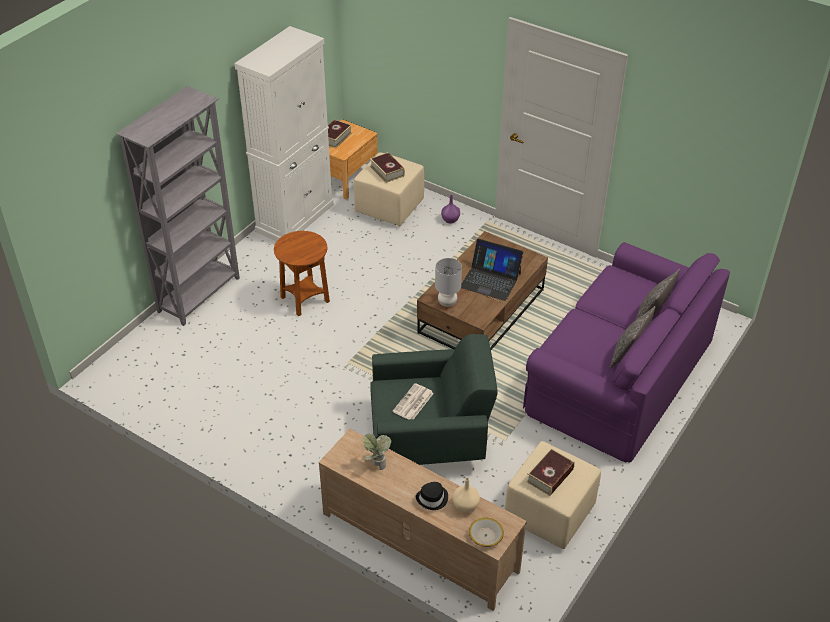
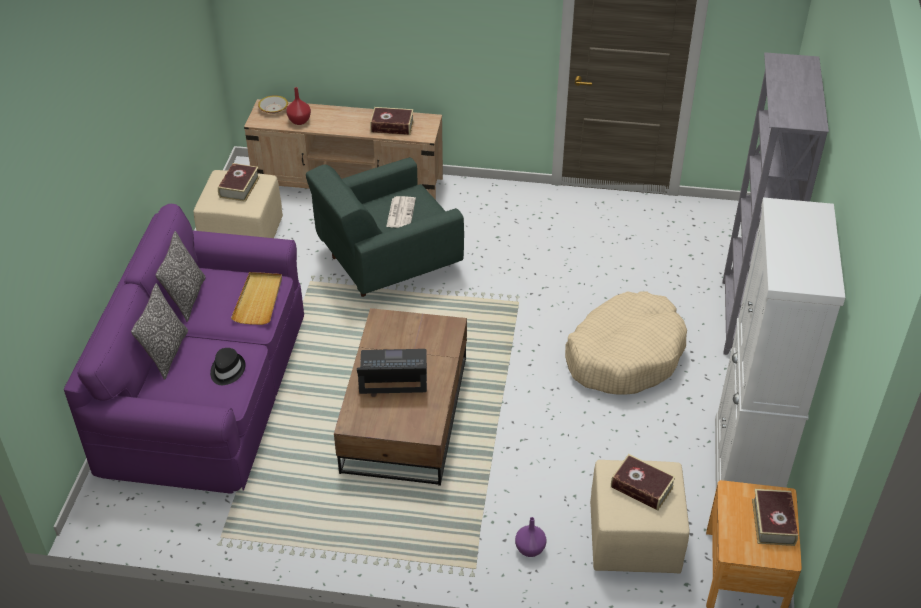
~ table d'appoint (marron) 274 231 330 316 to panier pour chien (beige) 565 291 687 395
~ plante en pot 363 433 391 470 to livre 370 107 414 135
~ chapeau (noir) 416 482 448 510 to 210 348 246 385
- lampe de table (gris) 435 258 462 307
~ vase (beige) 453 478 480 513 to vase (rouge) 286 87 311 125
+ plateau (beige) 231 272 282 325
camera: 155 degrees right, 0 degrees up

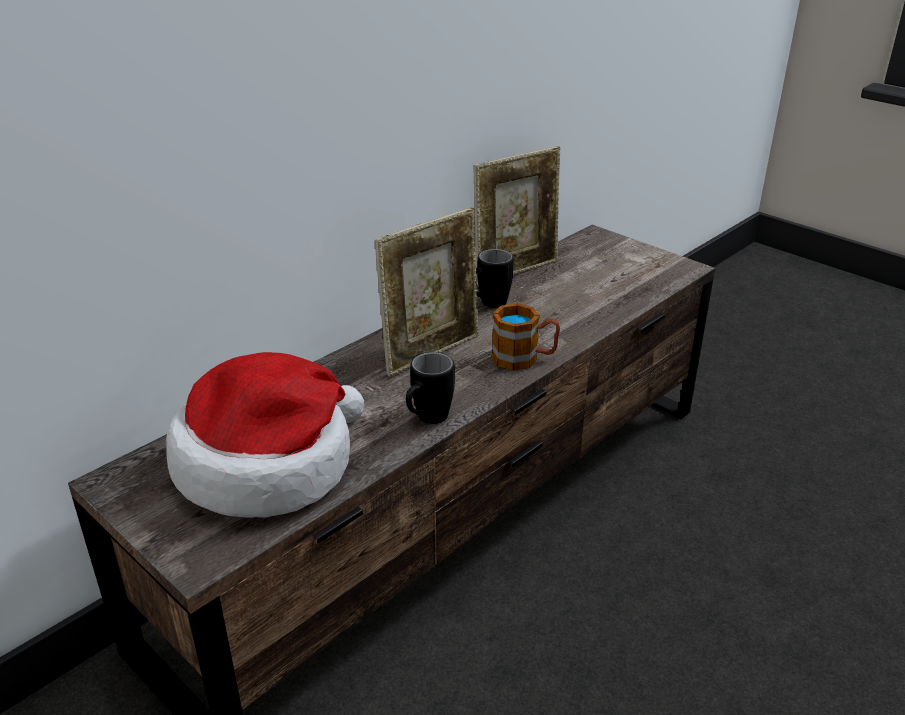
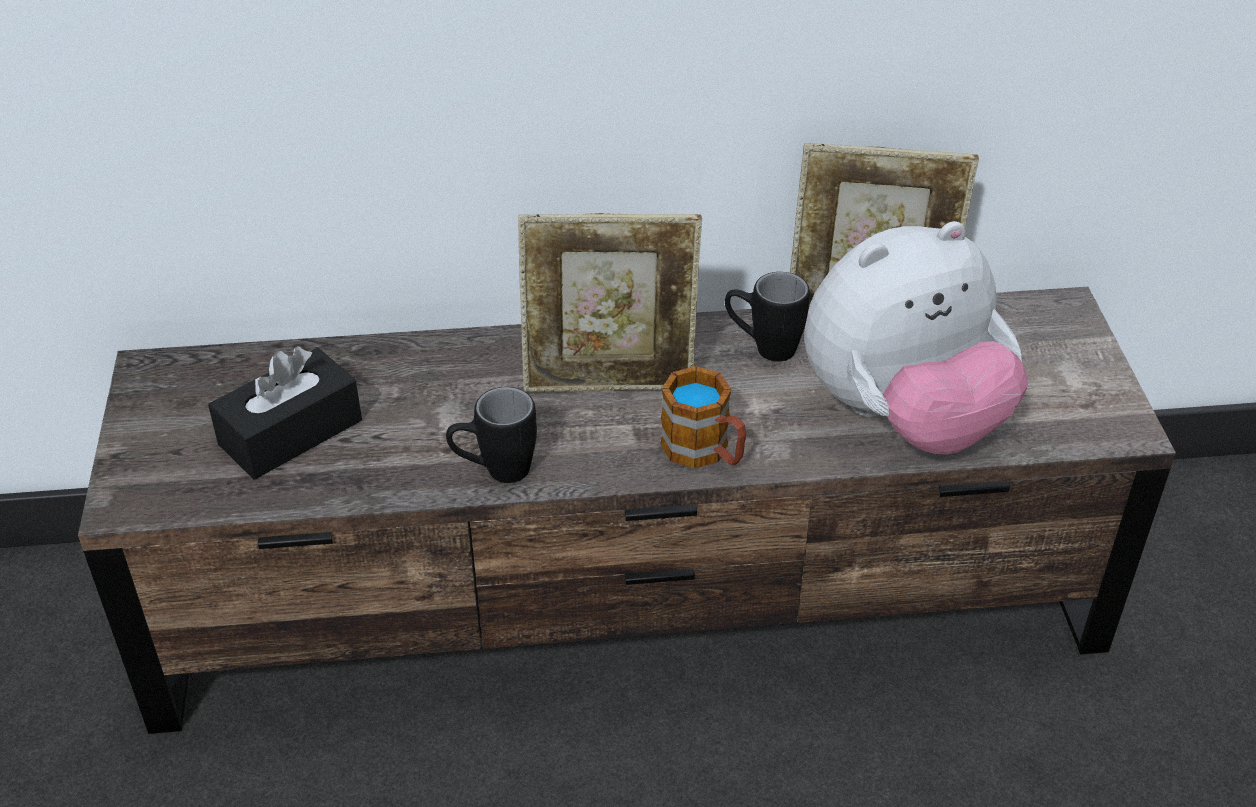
~ chapeau 166 352 364 518 to boîte à mouchoirs (noir) 208 347 362 480
+ peluche 804 221 1028 454
camera: 40 degrees right, 10 degrees up

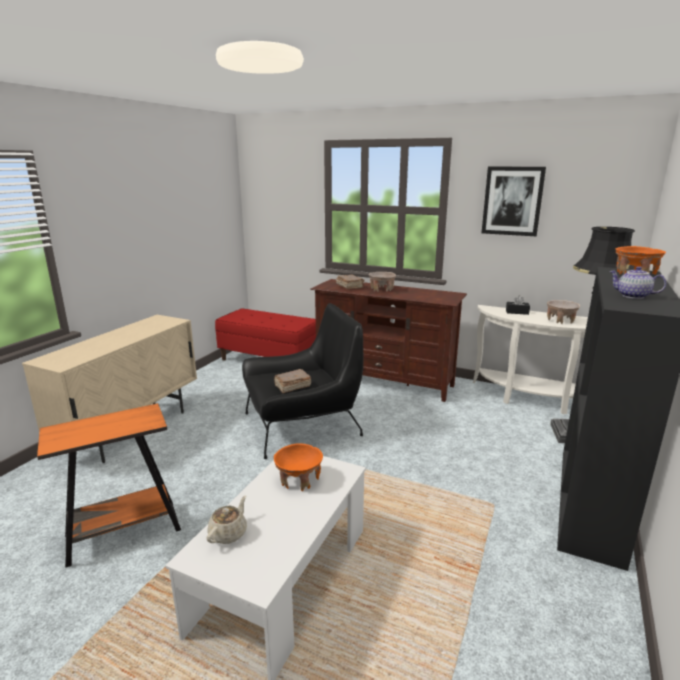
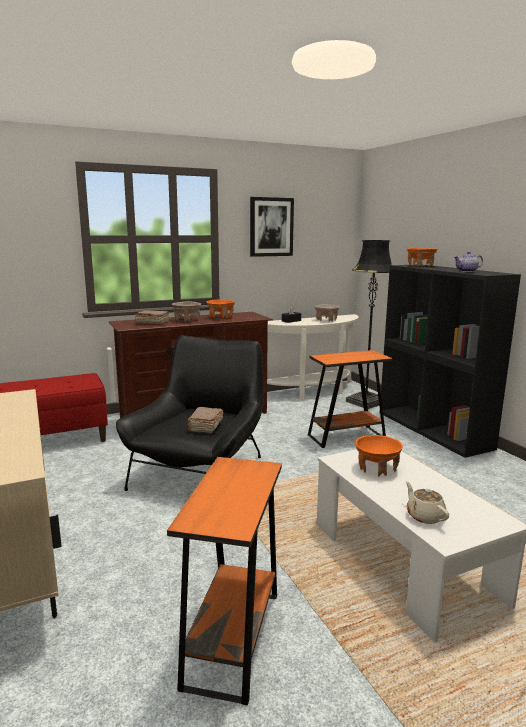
+ bol (orange) 207 300 234 319
+ table d'appoint (orange) 308 350 393 448
camera: 50 degrees left, 5 degrees down

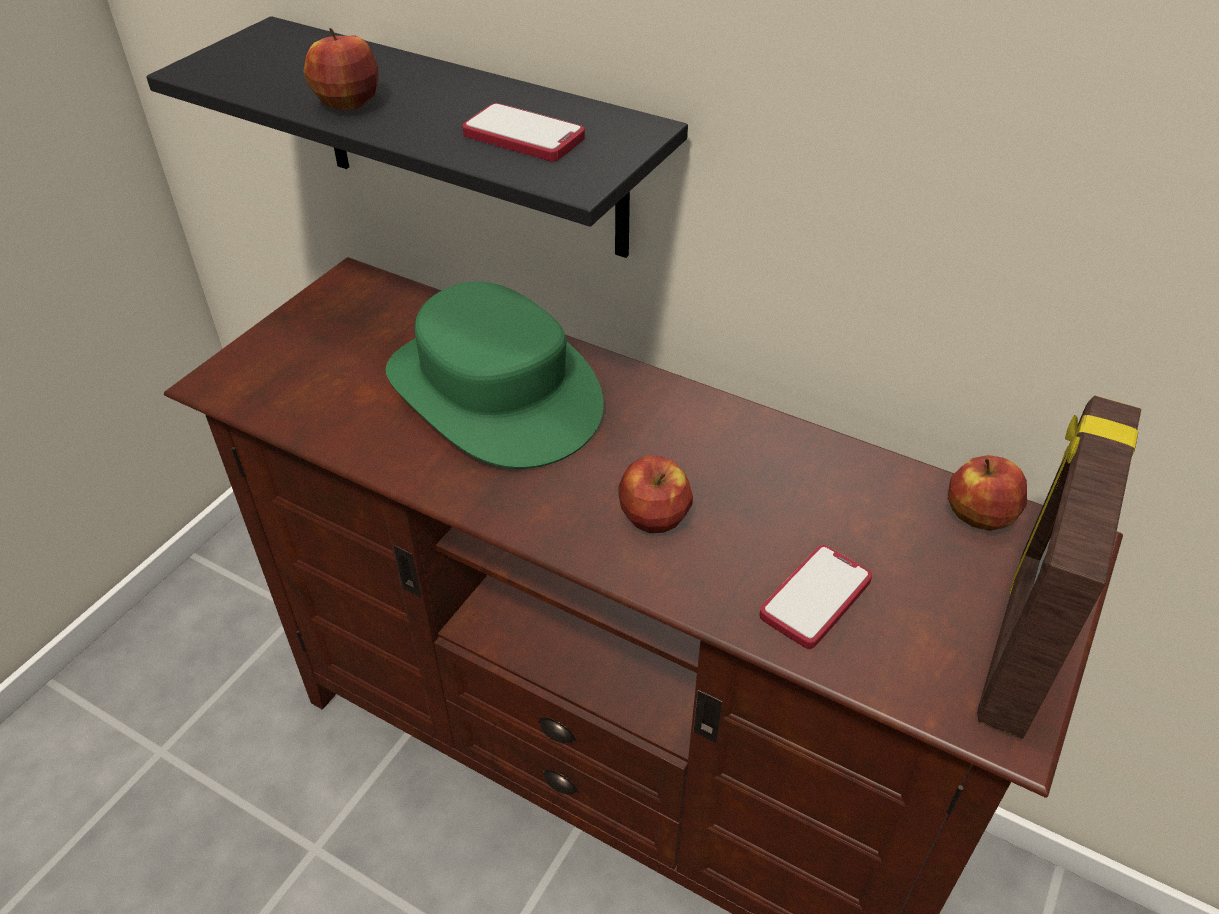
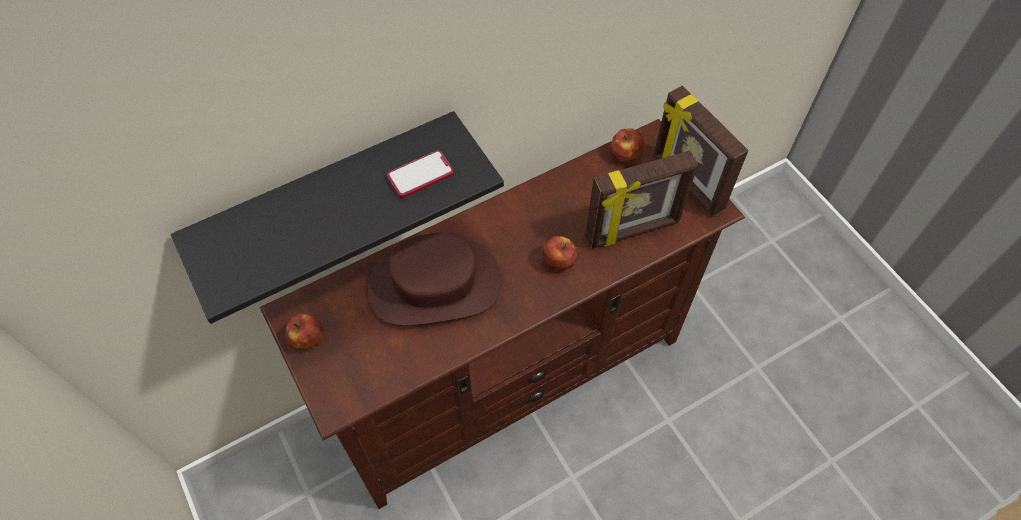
~ pomme 303 28 379 110 to 285 314 324 351
~ chapeau (vert) 386 282 603 469 to chapeau (marron) 368 233 502 326
~ téléphone 759 545 872 649 to cadre photo 585 150 698 249
camera: 60 degrees left, 15 degrees up

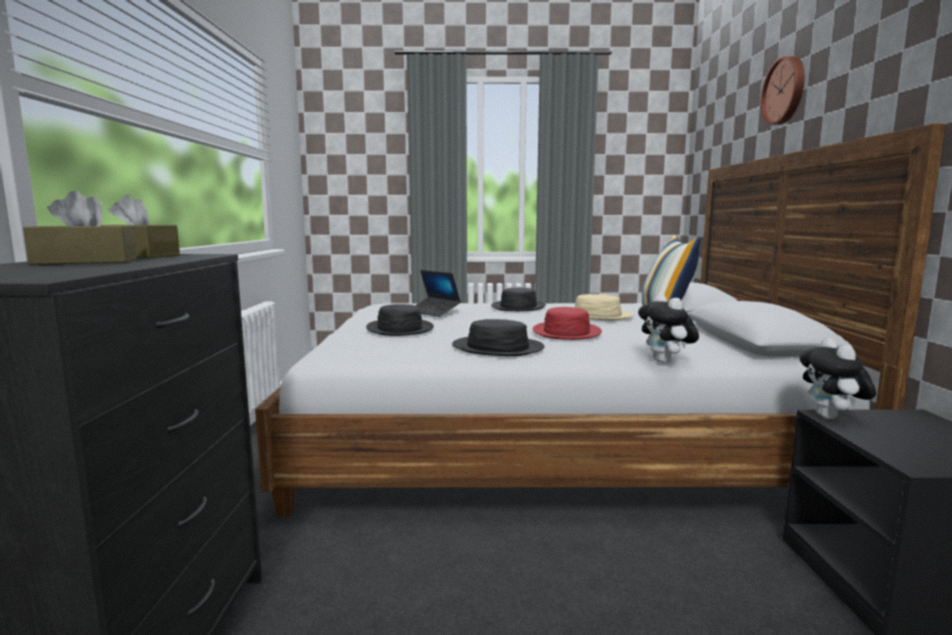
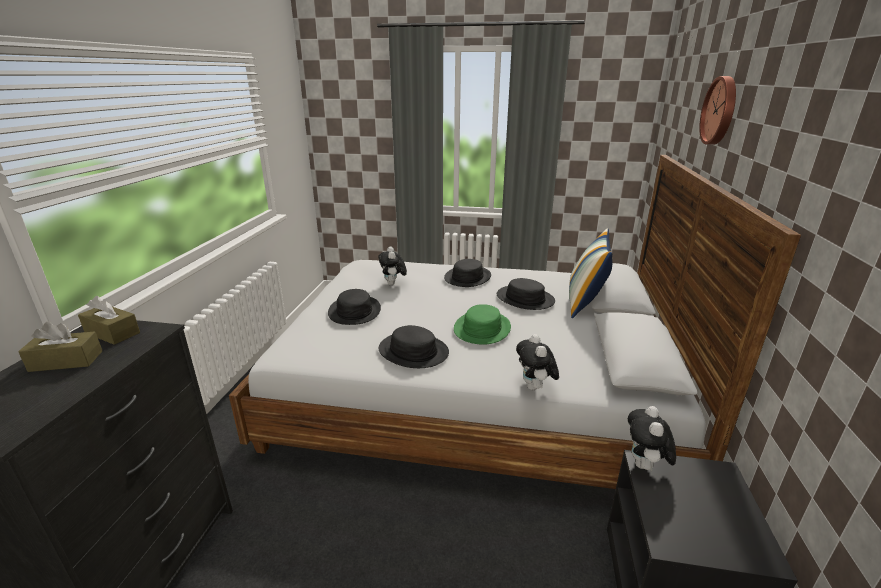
~ ordinateur portable 415 270 461 317 to peluche 378 246 407 285
~ chapeau (rouge) 533 307 602 340 to chapeau (vert) 454 304 511 345
~ chapeau (beige) 575 294 634 320 to chapeau (noir) 497 278 555 310
camera: 10 degrees right, 15 degrees up

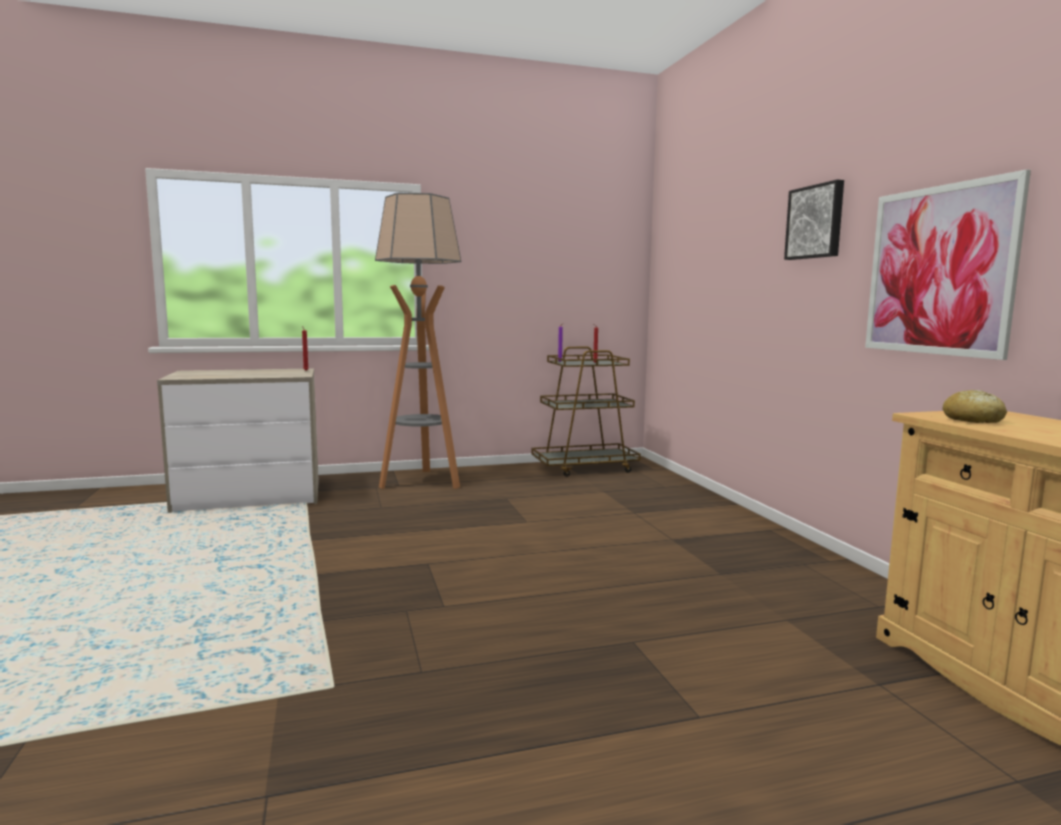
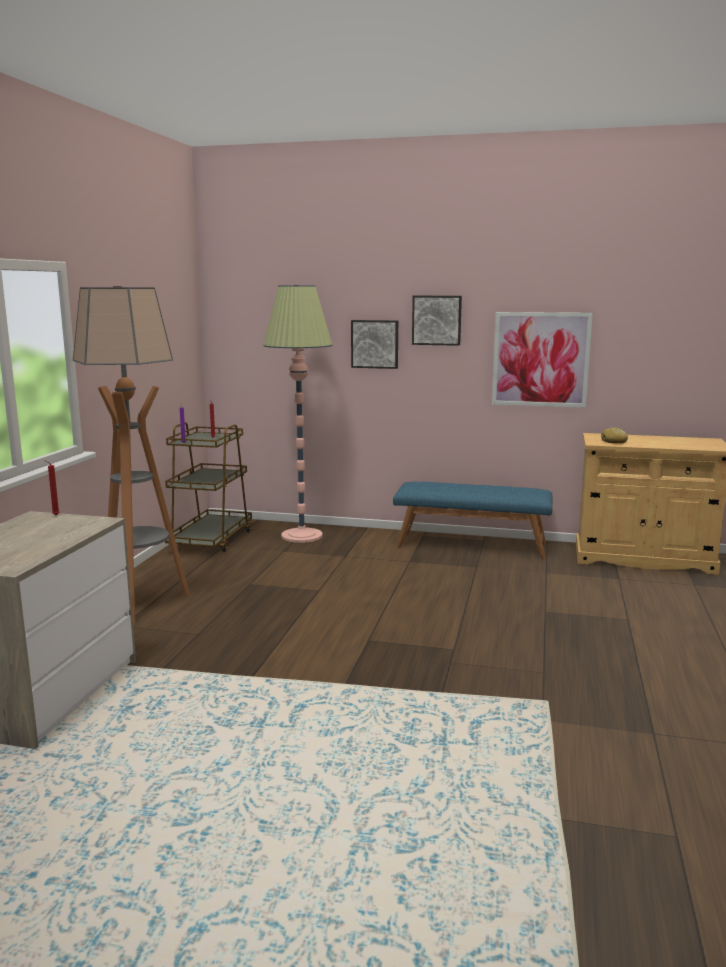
+ lampadaire 263 284 333 543
+ tableau 351 320 398 369
+ banc (bleu) 393 482 552 559
camera: 60 degrees left, 5 degrees up

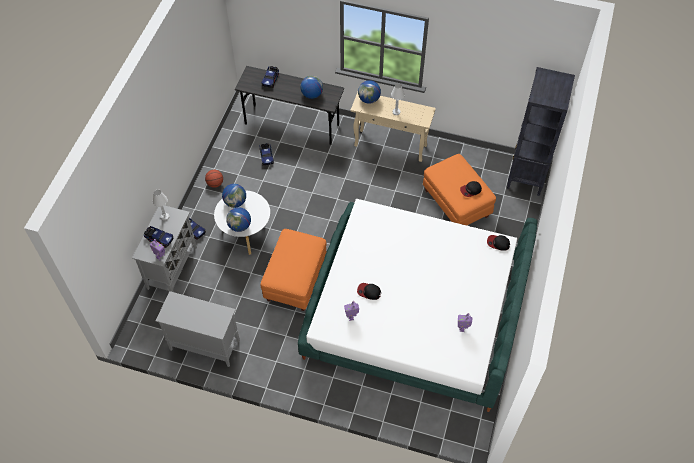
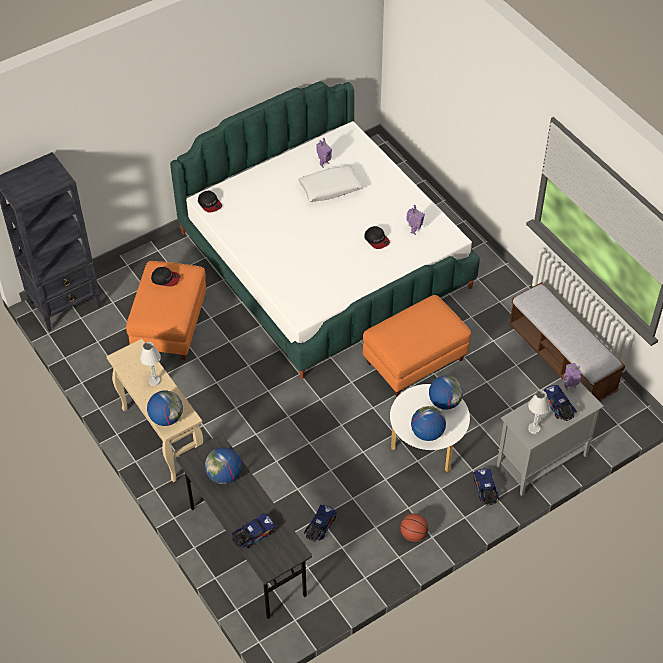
~ meuble de rangement (gris) 156 291 240 367 to banc 509 282 625 402
+ coussin (blanc) 298 165 363 202
camera: 140 degrees left, 5 degrees down

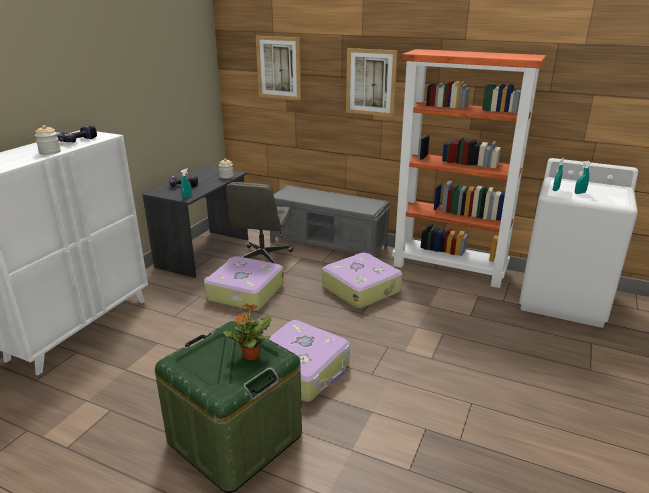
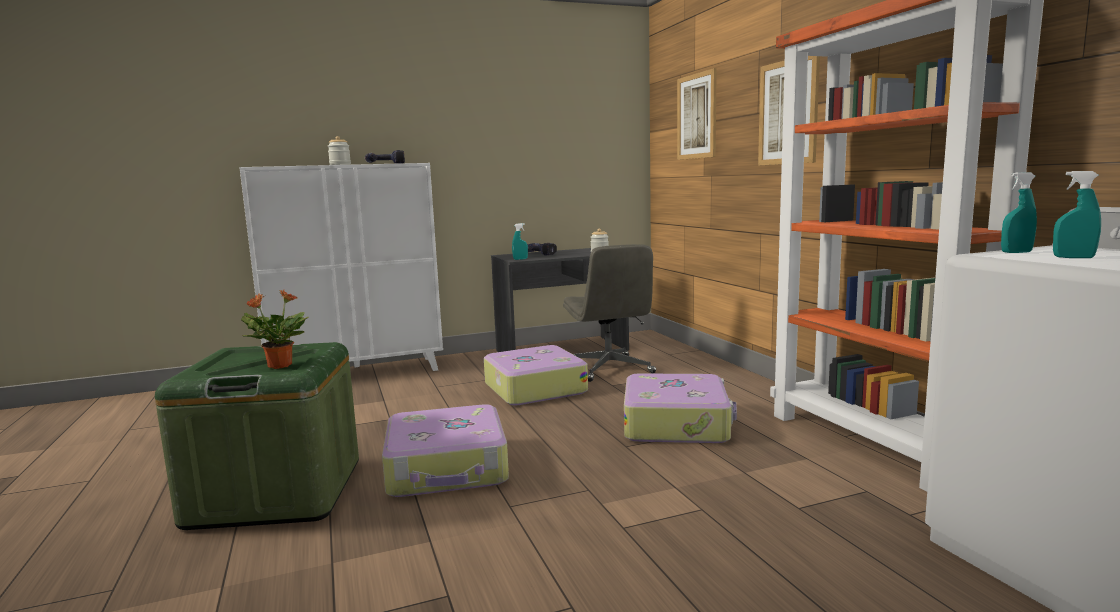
~ chaise de bureau (gris) 226 182 293 264 = 563 244 656 382 75 degrees counterclockwise
- banc (gris) 270 185 391 257
camera: 45 degrees right, 15 degrees down

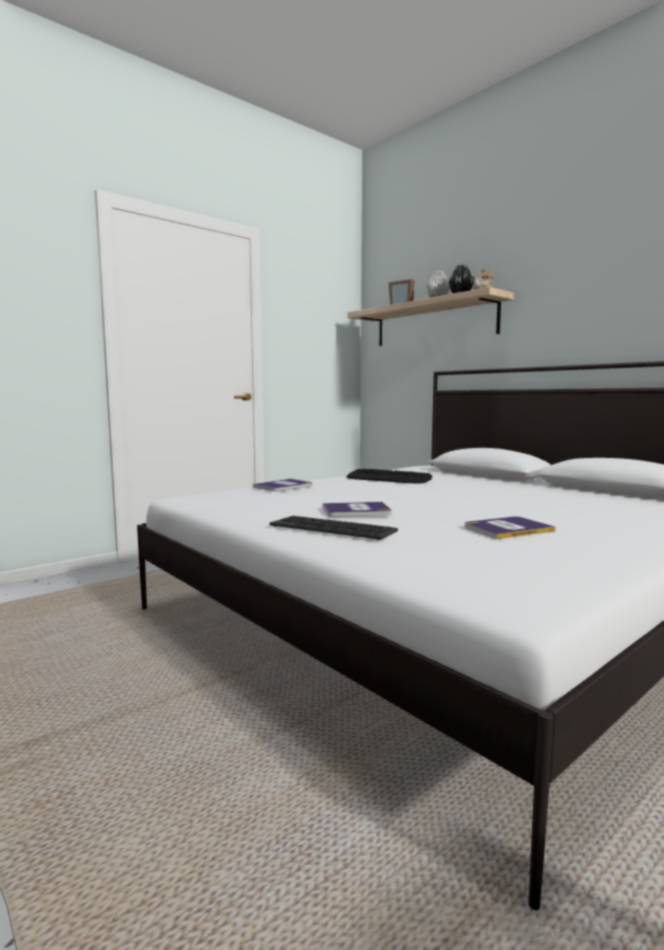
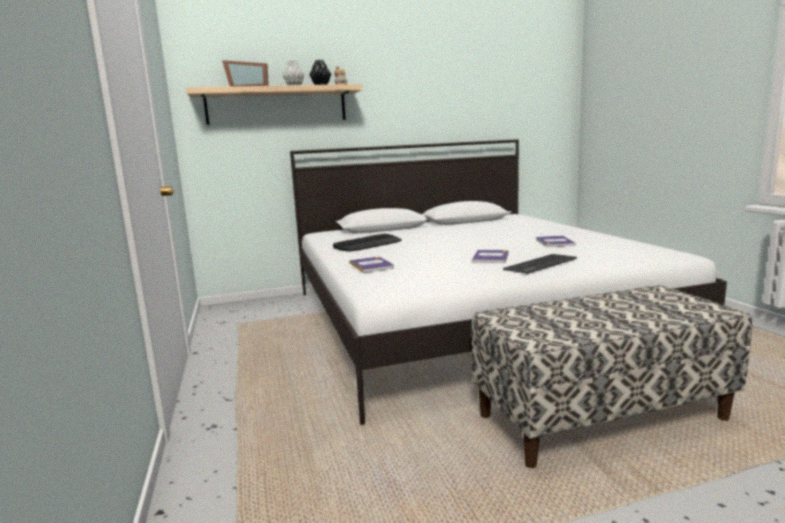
+ banc 471 285 752 468
camera: 65 degrees left, 5 degrees up

